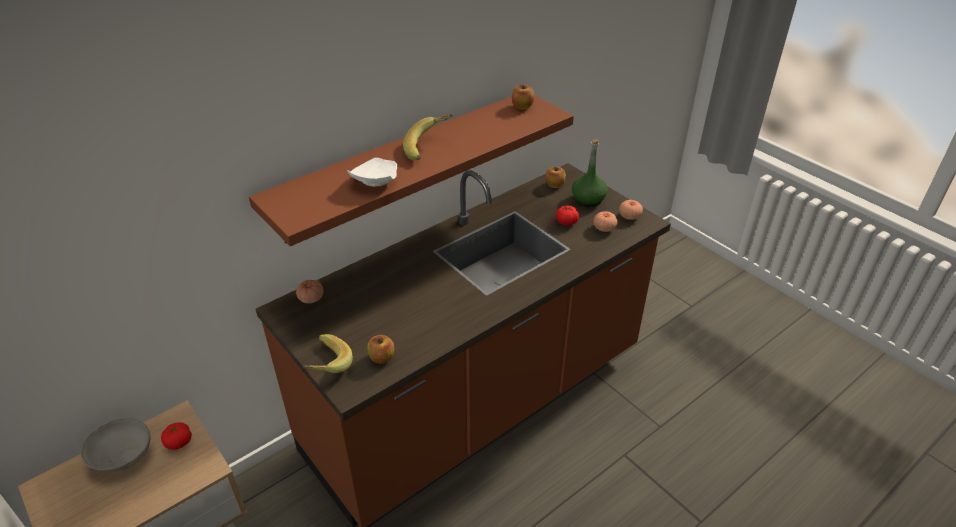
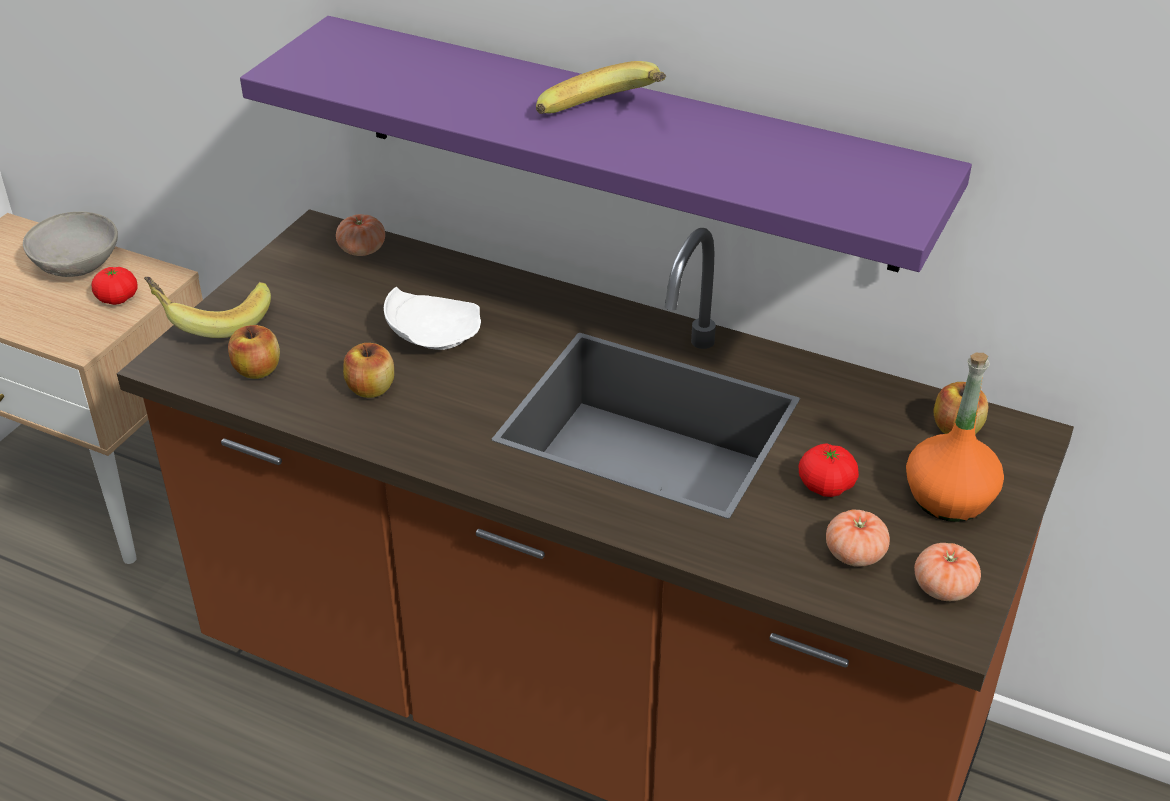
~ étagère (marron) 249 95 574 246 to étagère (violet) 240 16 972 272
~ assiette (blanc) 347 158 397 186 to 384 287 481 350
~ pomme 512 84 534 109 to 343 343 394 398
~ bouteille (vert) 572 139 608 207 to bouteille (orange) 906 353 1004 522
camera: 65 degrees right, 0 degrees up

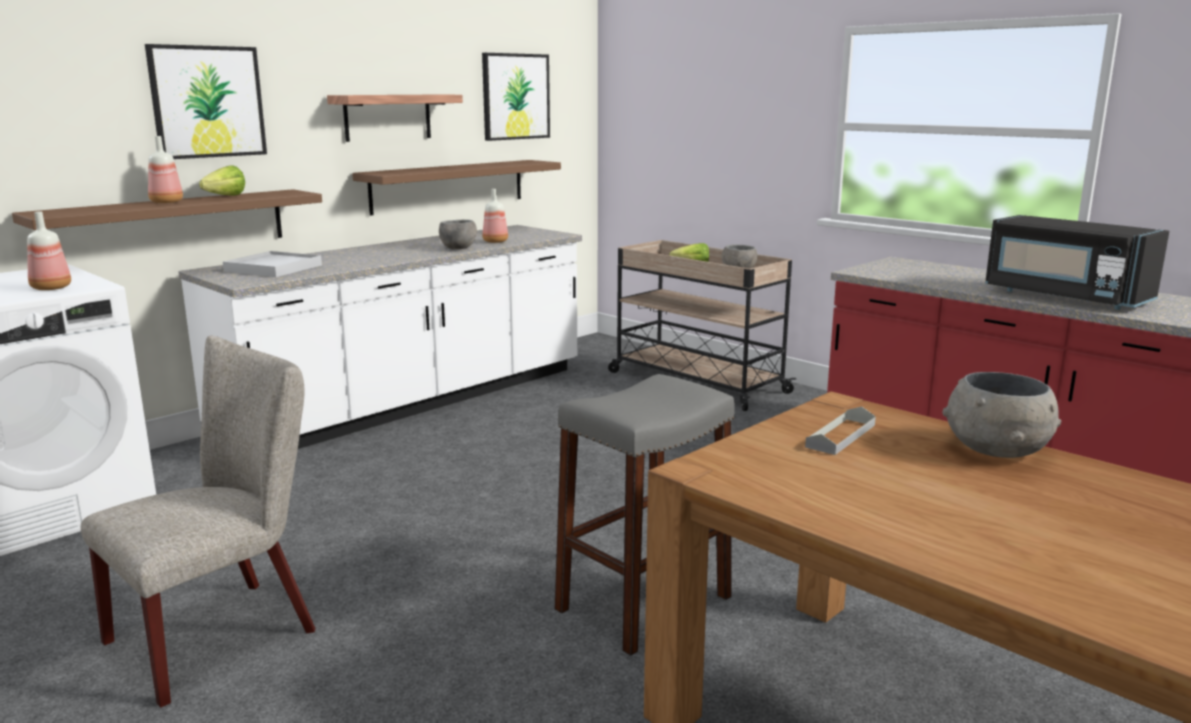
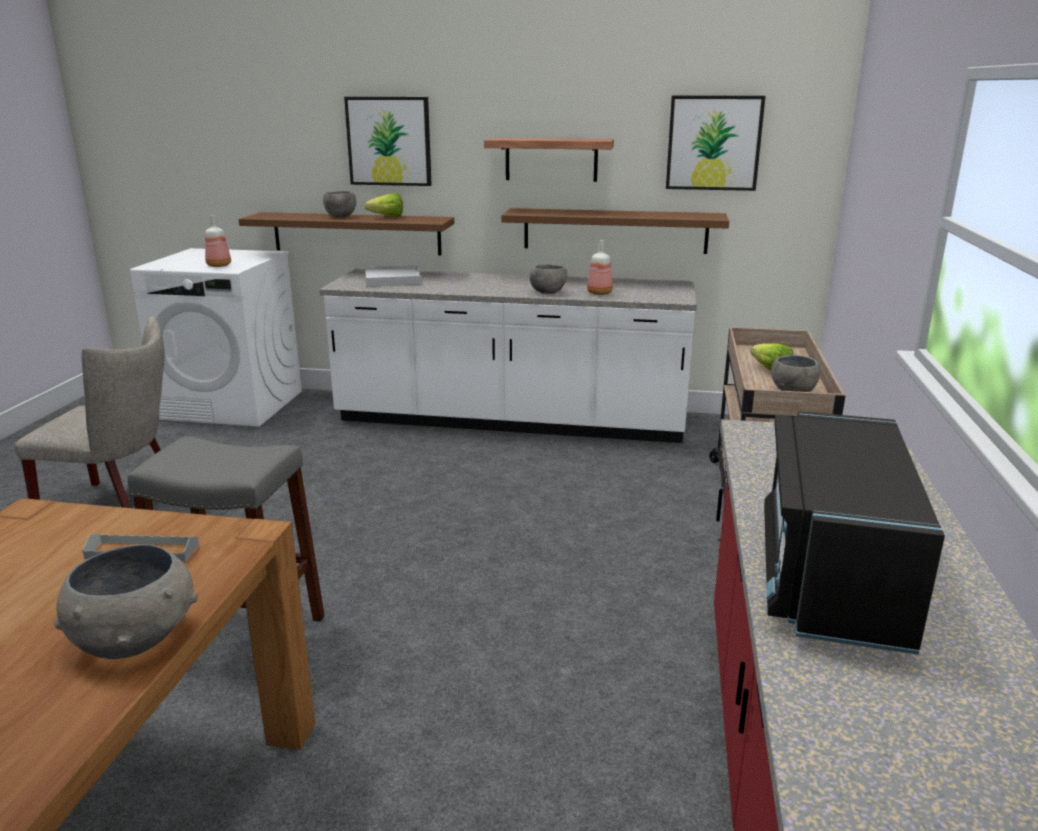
~ bouteille 148 136 183 203 to bol (gris) 323 191 357 218
camera: 55 degrees right, 5 degrees up

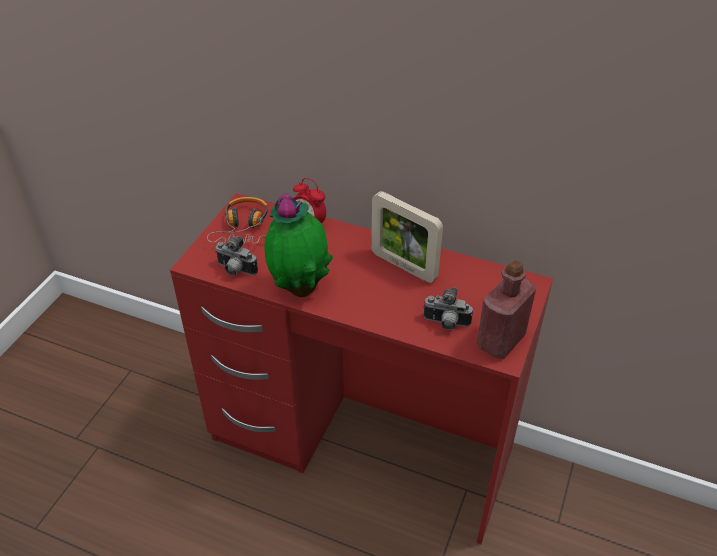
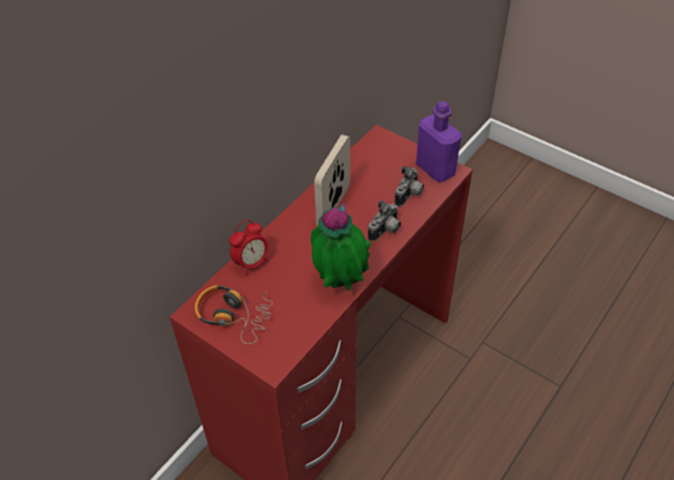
~ appareil photo 215 236 258 276 to 368 200 401 241
~ cadre photo 371 191 443 283 = 314 135 350 226 150 degrees clockwise
~ bouteille (rouge) 477 260 536 359 to bouteille (violet) 416 101 462 182
camera: 75 degrees left, 5 degrees up

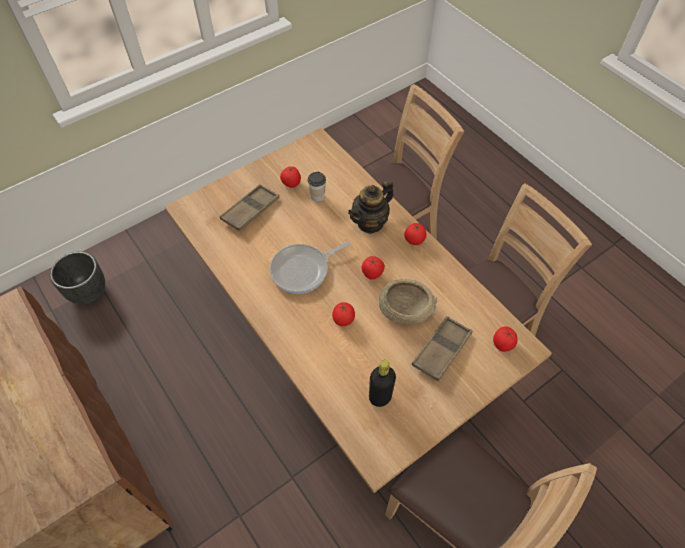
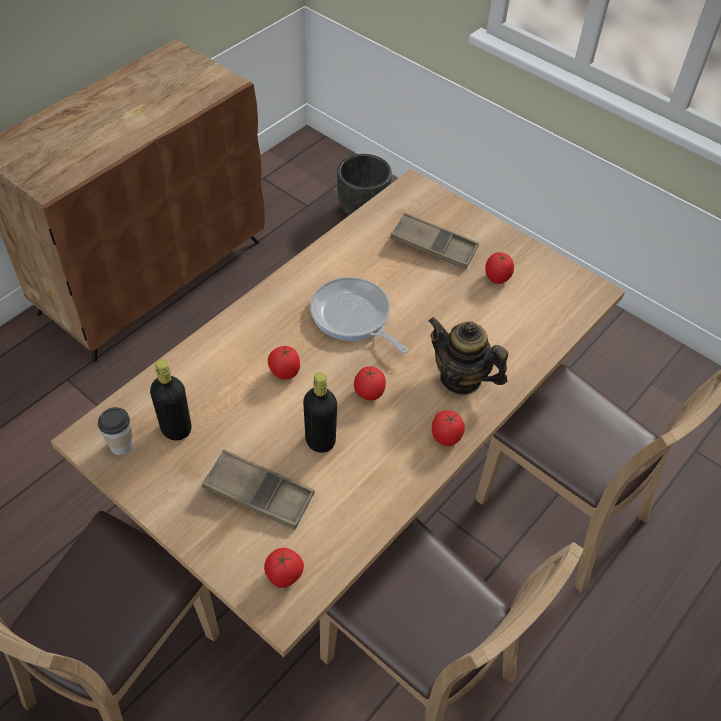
~ tasse 308 172 326 202 to 98 407 133 455
~ bol (beige) 379 279 437 324 to bouteille (noir) 303 372 337 453
camera: 75 degrees right, 5 degrees down

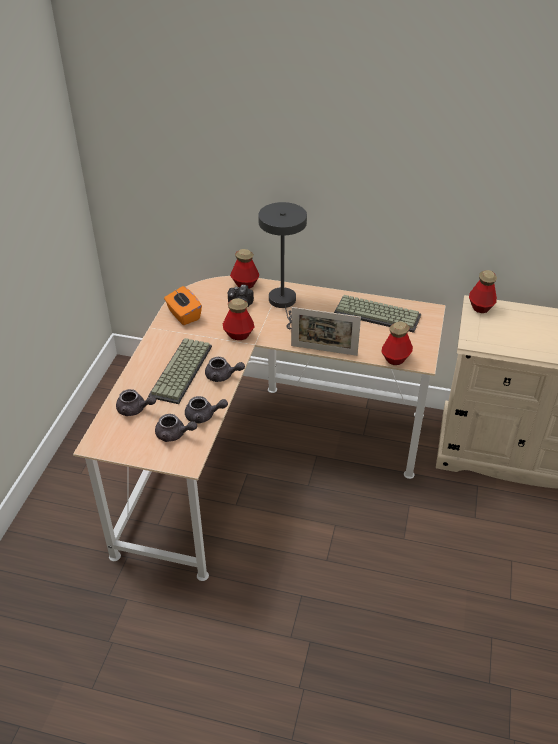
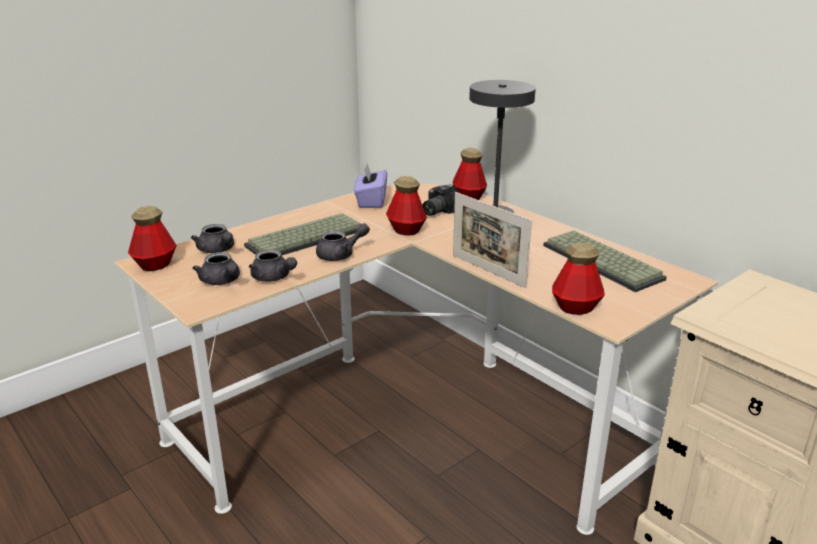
~ boîte à mouchoirs (orange) 164 286 202 325 to boîte à mouchoirs (violet) 354 163 387 208
~ théière (gris) 205 357 245 382 = 316 223 370 261 75 degrees counterclockwise
~ bouteille 469 270 497 313 to 128 206 177 271
camera: 35 degrees right, 15 degrees down

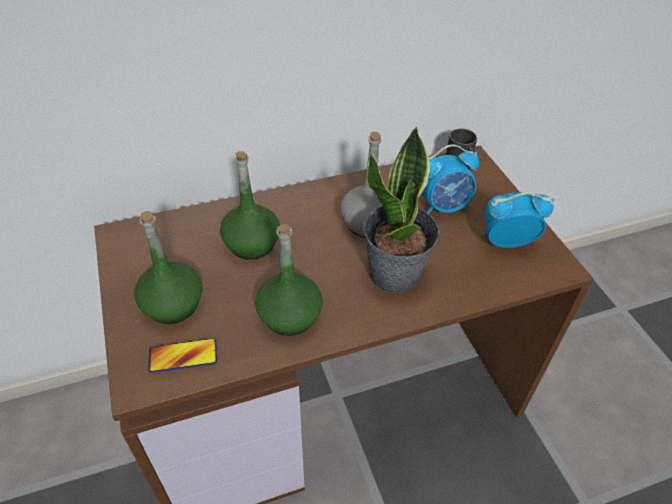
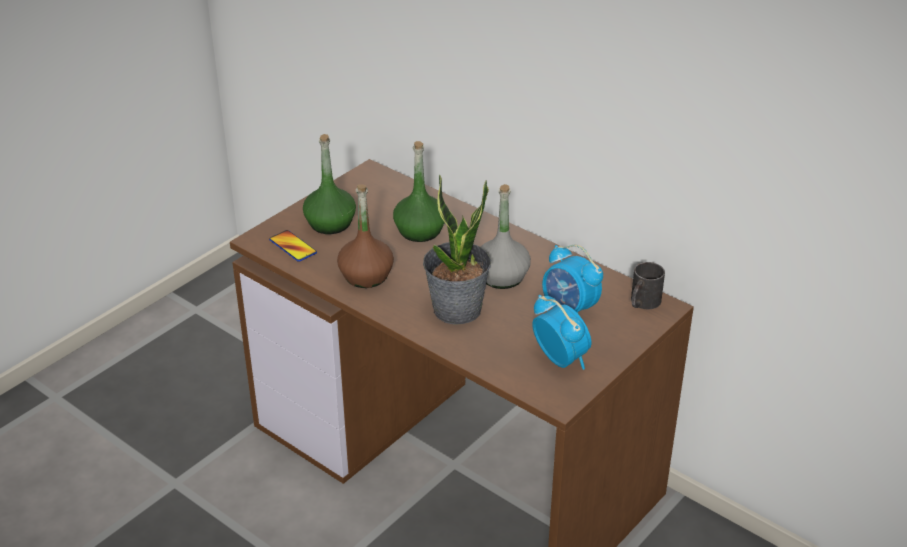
~ bouteille (vert) 255 224 323 336 to bouteille (marron) 337 184 394 288
camera: 60 degrees right, 10 degrees down

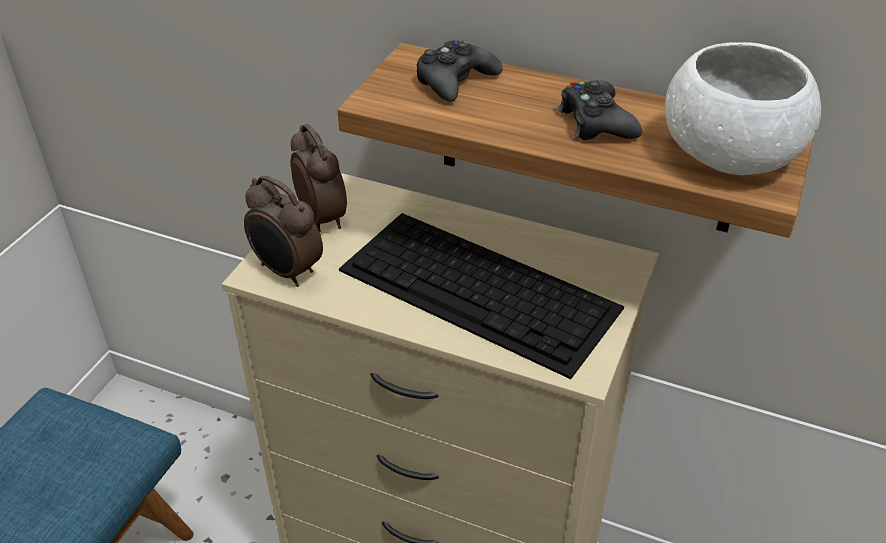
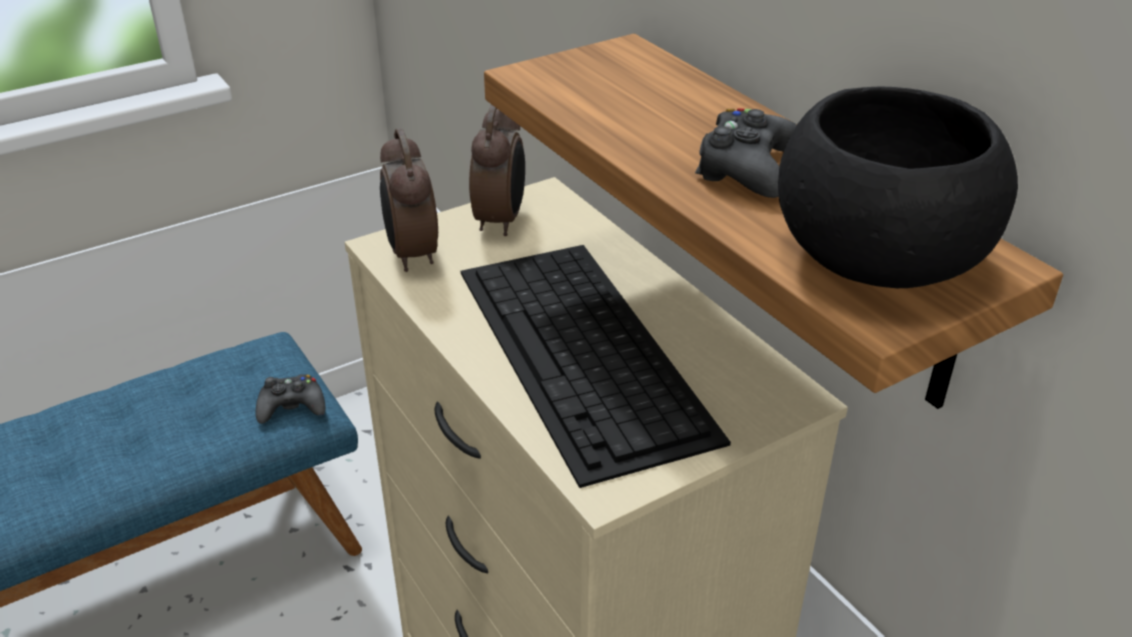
~ manette (noir) 417 39 502 102 to 256 374 325 424
~ bol (blanc) 665 42 821 175 to bol (noir) 778 86 1018 288
camera: 35 degrees right, 5 degrees down

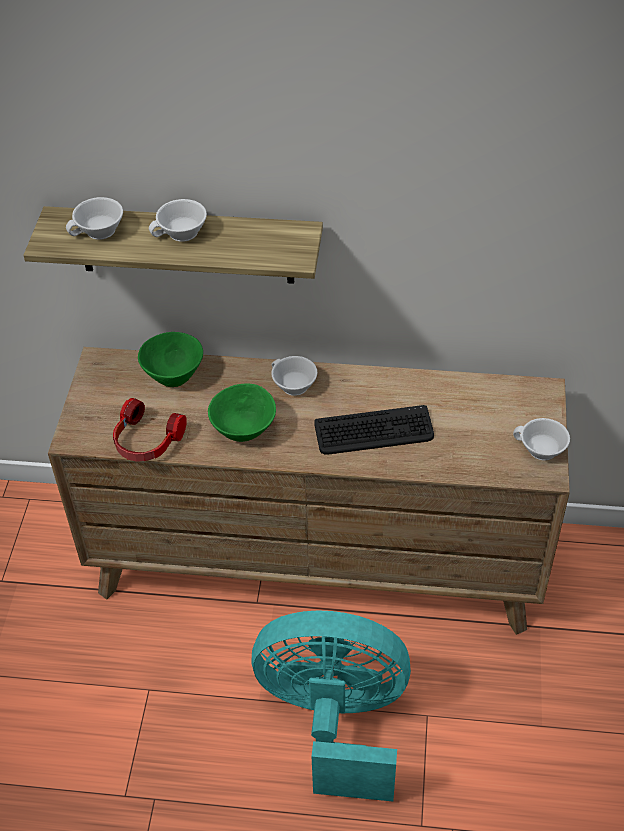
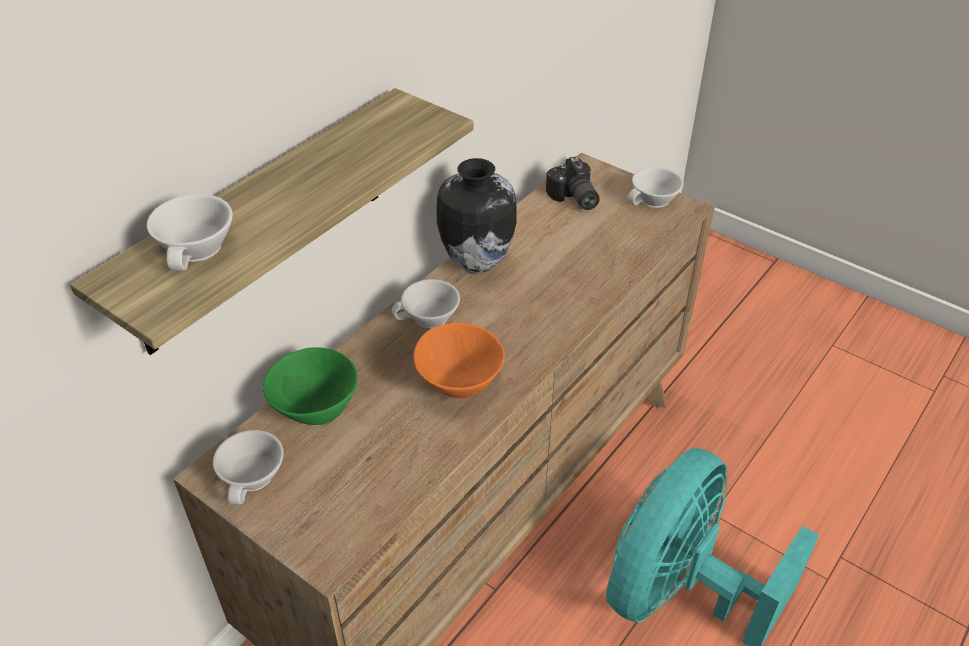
- casque audio 113 398 187 462
~ tasse (blanc) 149 199 207 242 to 213 430 284 504
~ bol (vert) 208 383 276 442 to bol (orange) 413 323 505 398
- clavier 314 405 434 454
+ vase 437 158 517 274
+ appareil photo 546 156 599 210
camera: 60 degrees left, 5 degrees down

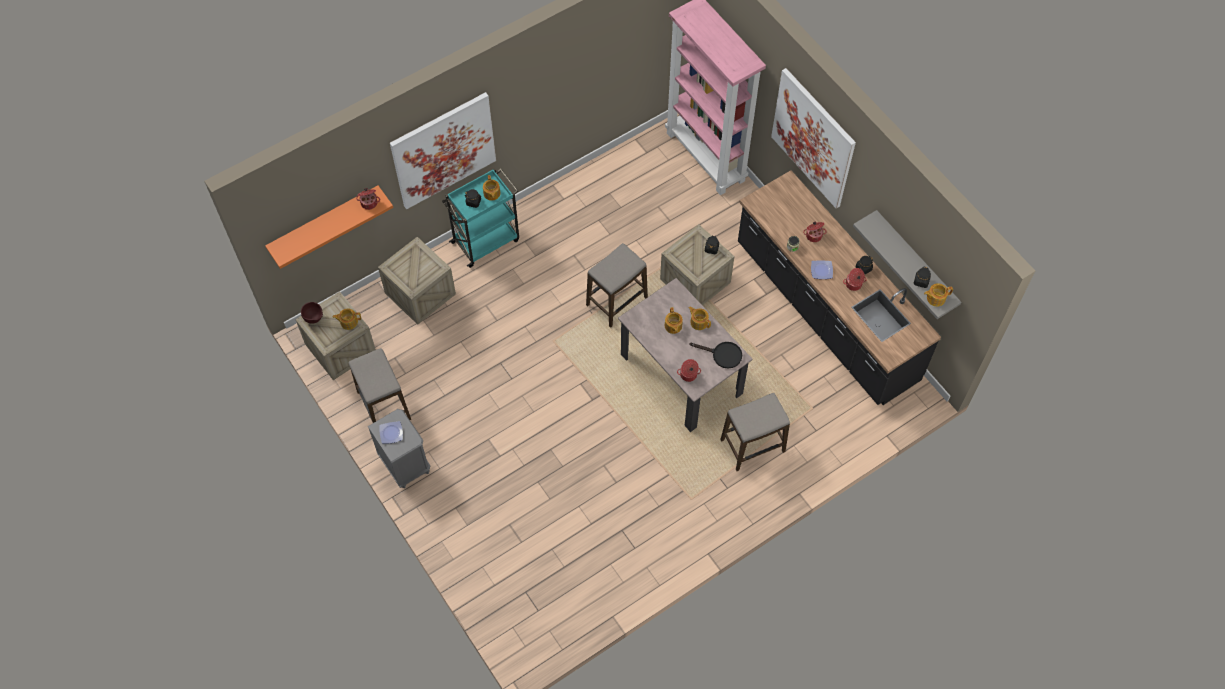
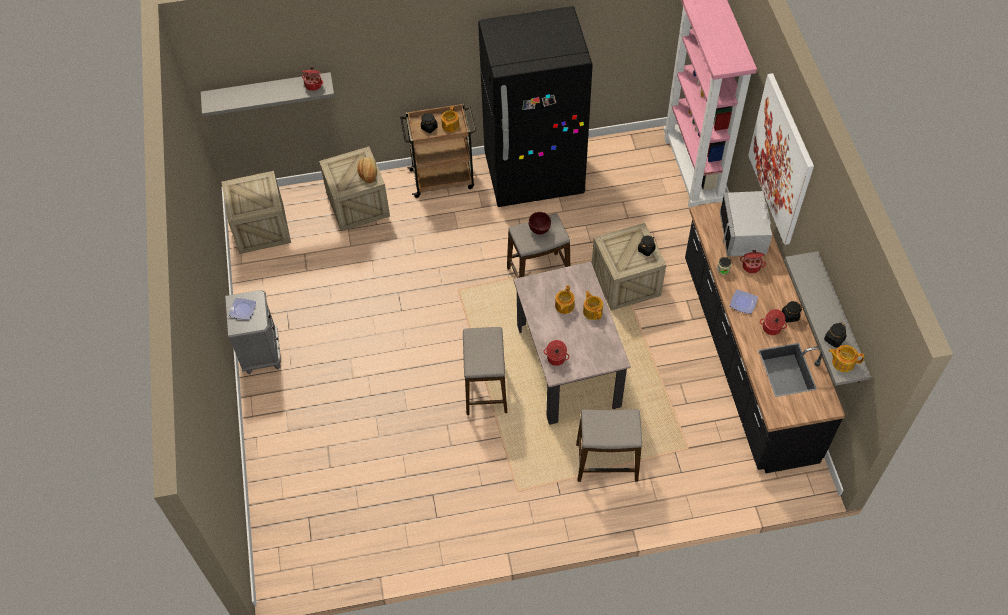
~ étagère (orange) 265 185 393 269 to étagère (gris) 201 72 335 117
~ bol (marron) 301 302 323 324 to 529 212 551 234
- théière 333 309 361 330
~ tabouret 349 348 411 423 to 463 327 507 415
- tableau 390 92 496 209
~ chariot (turquoise) 442 168 519 268 to chariot (marron) 400 103 476 198
- poêle (noir) 689 342 742 368
+ pain 357 157 377 183
+ réfrigérateur (noir) 478 6 593 207
+ micro-ondes (gris) 720 191 772 256
camera: 25 degrees right, 5 degrees down

